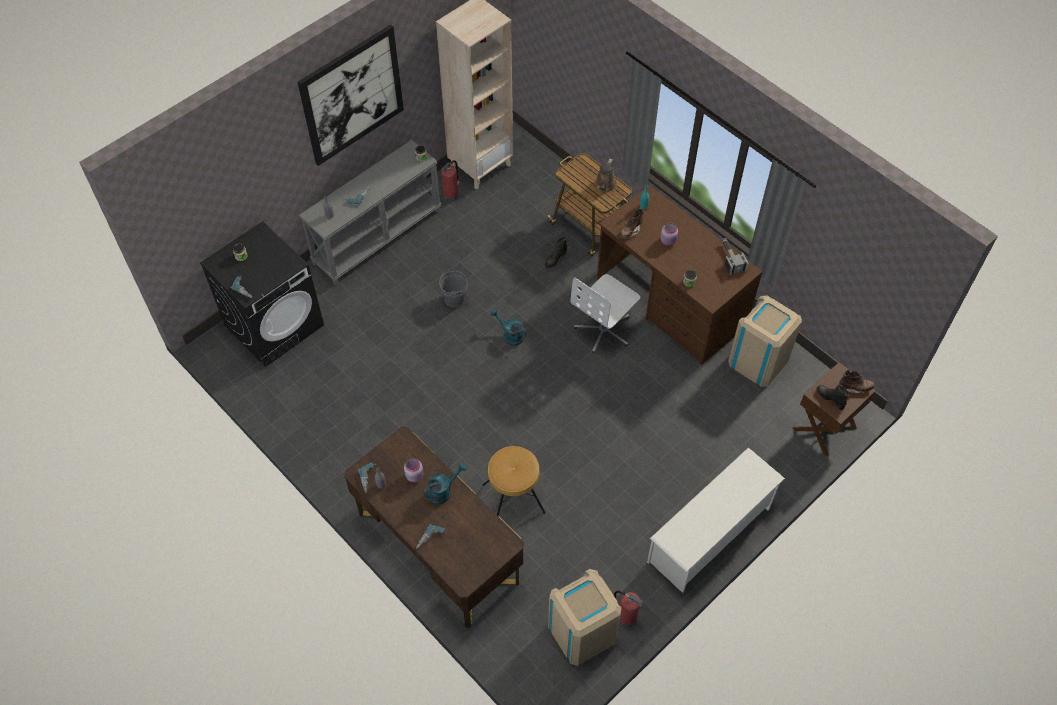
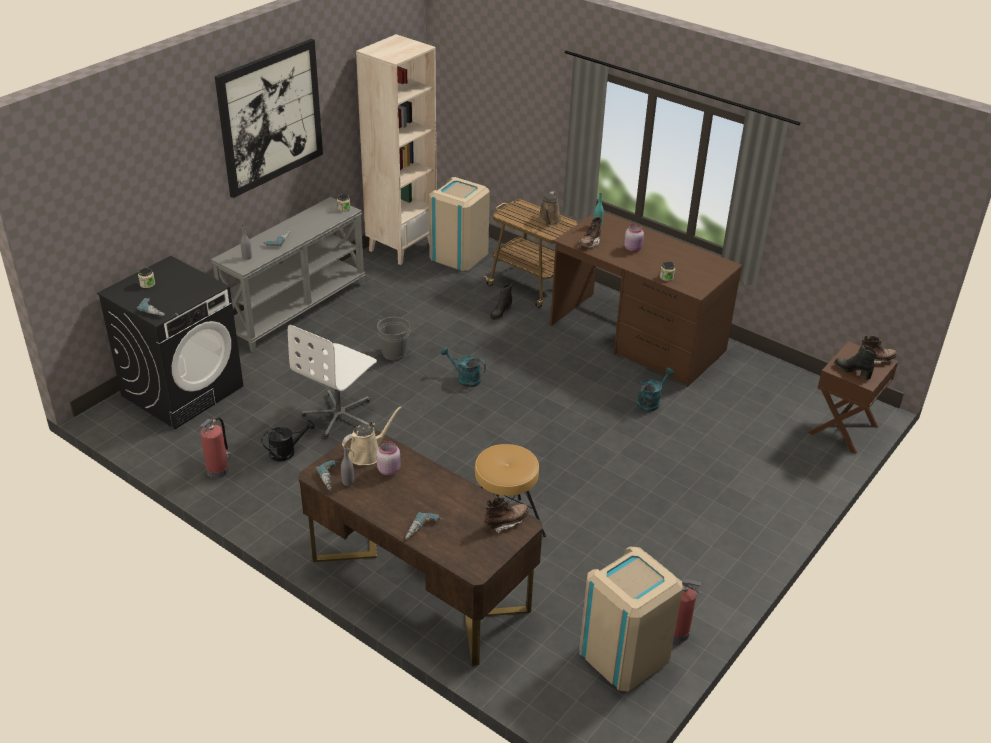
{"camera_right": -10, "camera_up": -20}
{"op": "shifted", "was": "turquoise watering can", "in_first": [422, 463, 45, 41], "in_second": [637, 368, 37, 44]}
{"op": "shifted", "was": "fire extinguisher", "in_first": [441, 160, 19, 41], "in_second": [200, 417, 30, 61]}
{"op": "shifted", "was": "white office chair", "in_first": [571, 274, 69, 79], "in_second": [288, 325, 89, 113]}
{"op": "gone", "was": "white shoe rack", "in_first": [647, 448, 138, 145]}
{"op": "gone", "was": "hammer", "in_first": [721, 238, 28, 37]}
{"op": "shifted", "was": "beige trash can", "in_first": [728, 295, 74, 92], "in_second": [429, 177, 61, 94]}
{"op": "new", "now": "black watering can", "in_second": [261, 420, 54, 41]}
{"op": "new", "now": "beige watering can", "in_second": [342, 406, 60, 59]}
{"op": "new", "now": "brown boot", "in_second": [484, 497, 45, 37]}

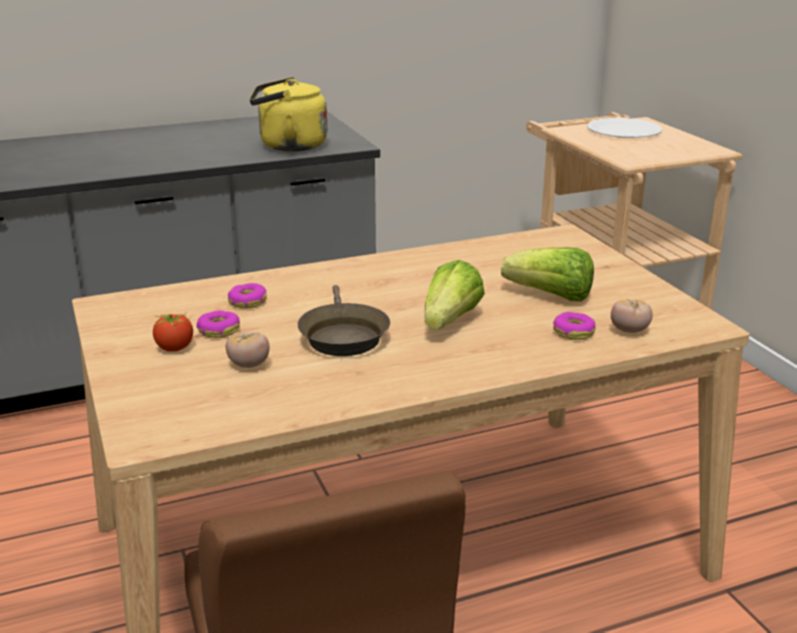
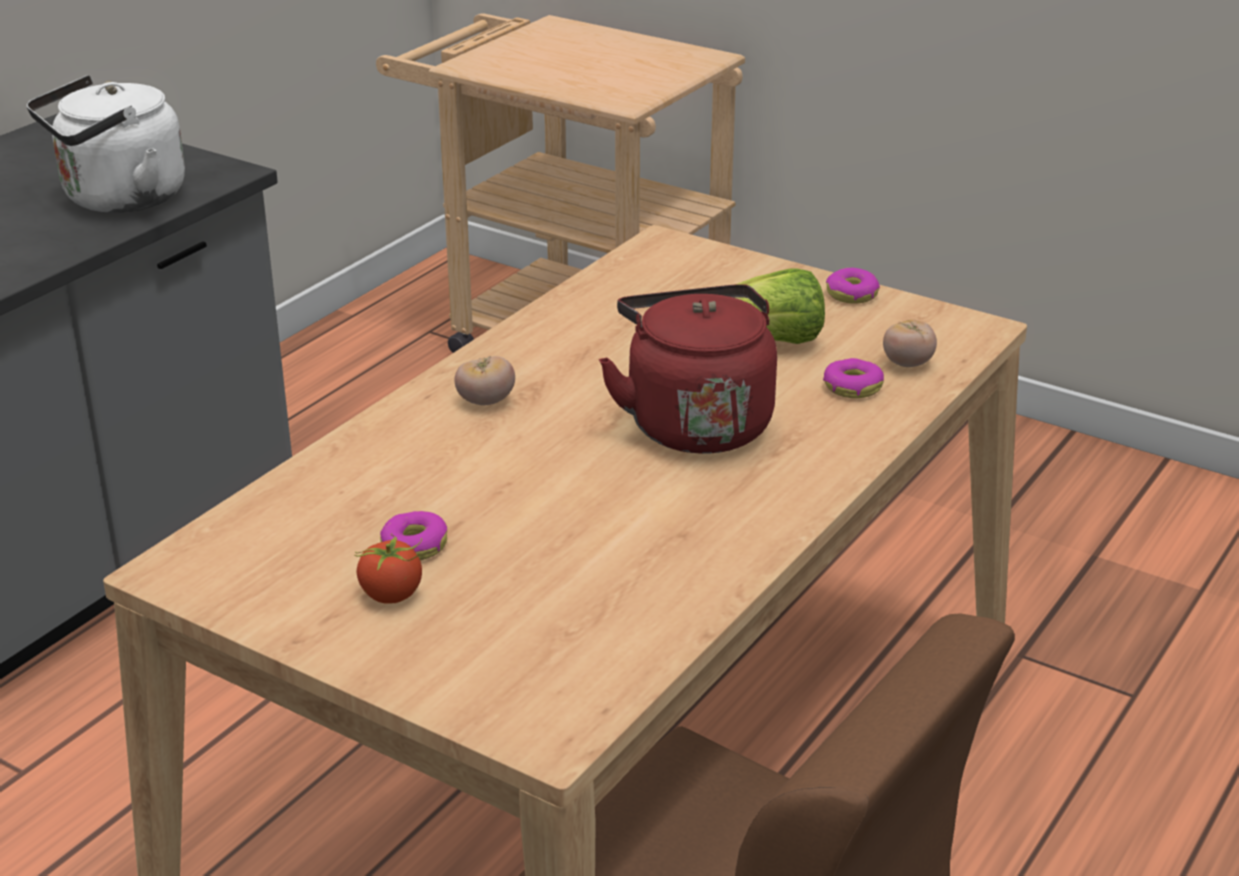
{"camera_right": -35, "camera_up": 5}
{"op": "shifted", "was": "tomato", "in_first": [226, 332, 43, 36], "in_second": [454, 356, 61, 49]}
{"op": "shifted", "was": "donut", "in_first": [228, 283, 39, 26], "in_second": [826, 268, 54, 36]}
{"op": "repainted", "was": "yellow kettle", "now": "white kettle", "in_first": [250, 77, 78, 74], "in_second": [27, 75, 158, 138]}
{"op": "gone", "was": "brown frying pan", "in_first": [298, 285, 92, 71]}
{"op": "swapped", "was": "lettuce", "now": "red kettle", "in_first": [425, 260, 60, 70], "in_second": [599, 284, 178, 170]}
{"op": "gone", "was": "white plate", "in_first": [587, 118, 75, 20]}

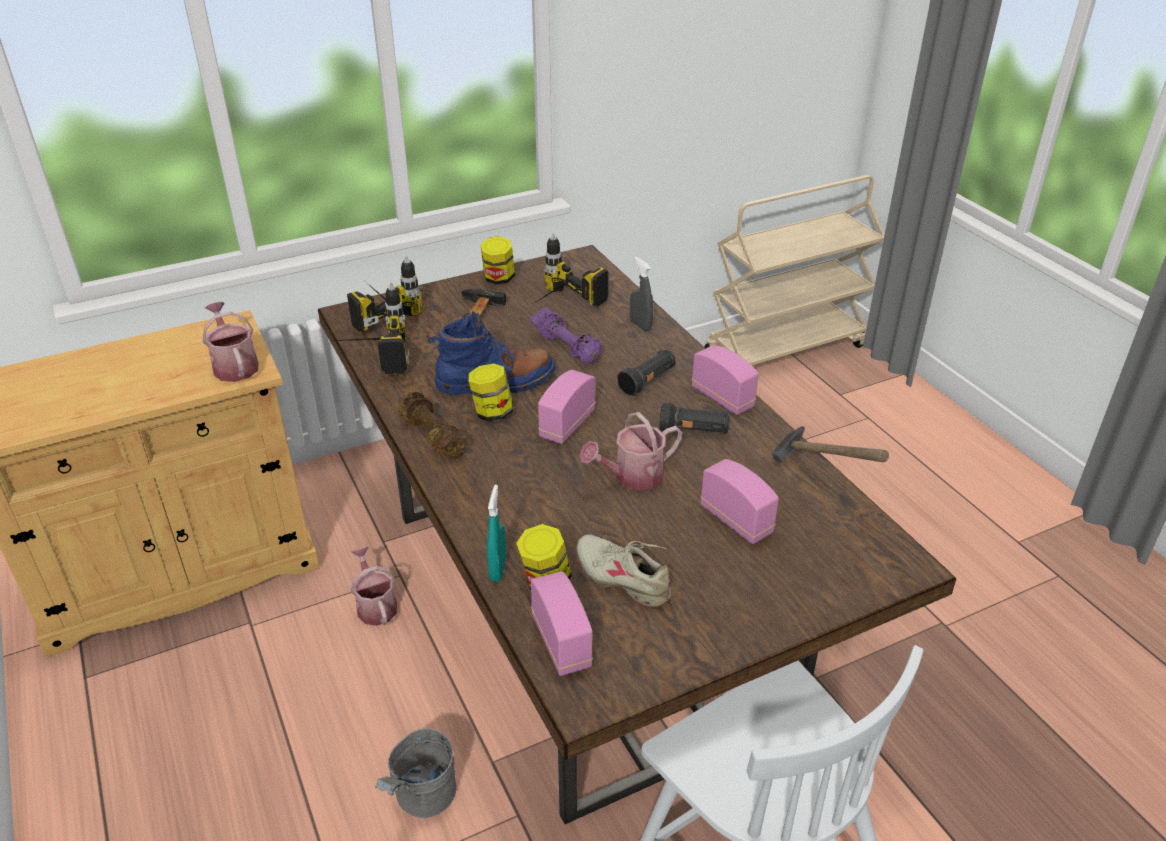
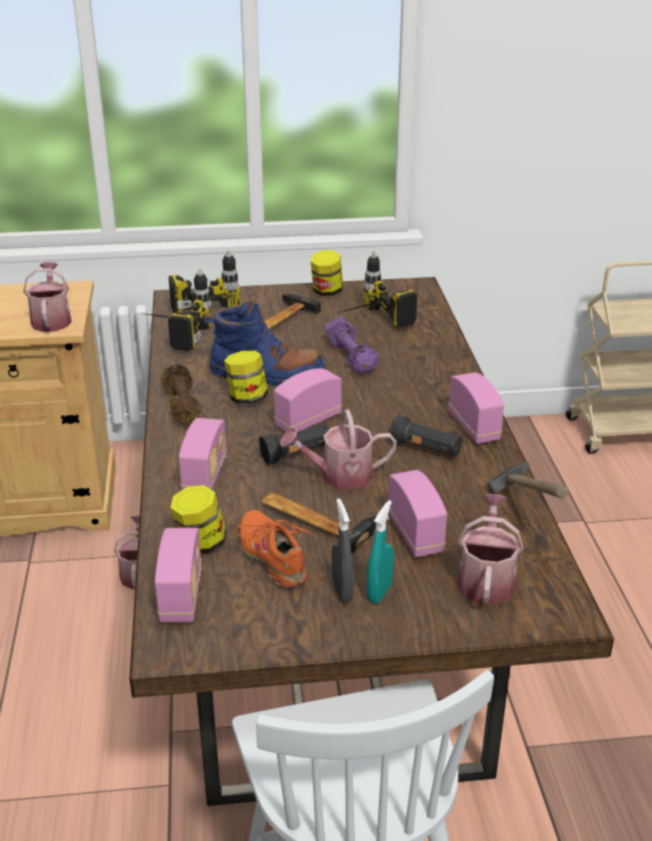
{"camera_right": 20, "camera_up": -5}
{"op": "gone", "was": "grey bucket", "in_first": [375, 728, 81, 90]}
{"op": "shifted", "was": "turquoise spray bottle", "in_first": [487, 485, 19, 97], "in_second": [367, 500, 27, 104]}
{"op": "repainted", "was": "beige shoe", "now": "orange shoe", "in_first": [576, 534, 96, 73], "in_second": [235, 510, 82, 78]}
{"op": "shifted", "was": "black flashlight", "in_first": [617, 350, 59, 46], "in_second": [259, 423, 70, 42]}
{"op": "shifted", "was": "grey spray bottle", "in_first": [630, 257, 23, 74], "in_second": [332, 499, 22, 104]}
{"op": "new", "now": "radio", "in_second": [179, 418, 48, 72]}
{"op": "new", "now": "hammer", "in_second": [262, 492, 114, 61]}
{"op": "new", "now": "watering can", "in_second": [457, 494, 67, 111]}

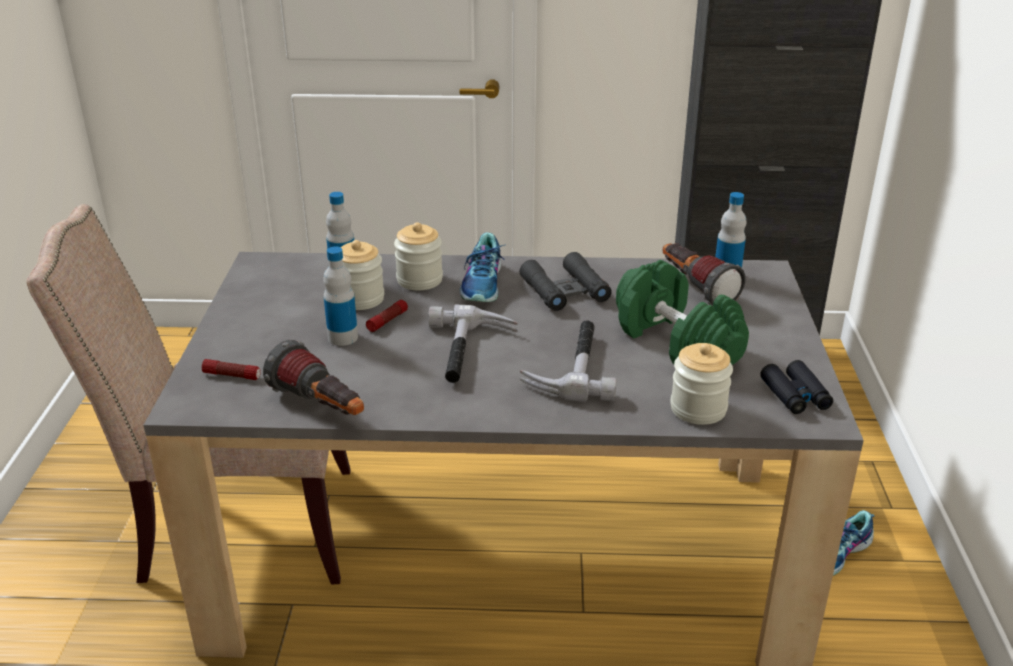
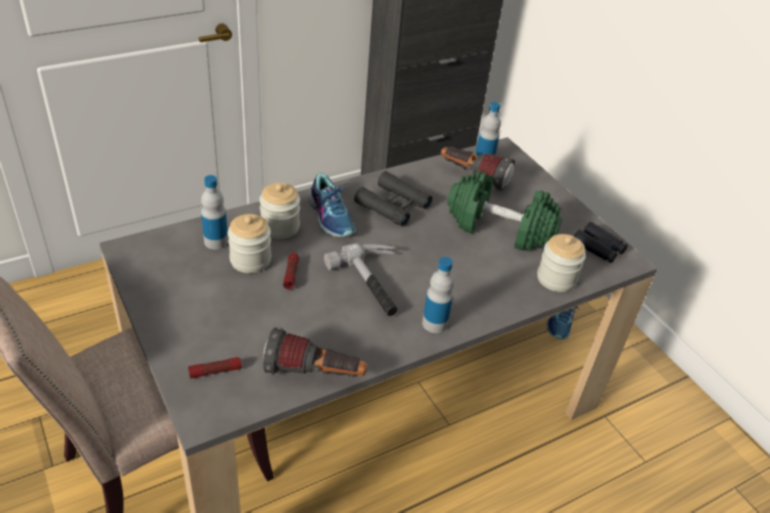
{"camera_right": -35, "camera_up": 10}
{"op": "shifted", "was": "bottle", "in_first": [323, 246, 35, 100], "in_second": [422, 257, 32, 76]}
{"op": "gone", "was": "hammer", "in_first": [519, 320, 98, 82]}

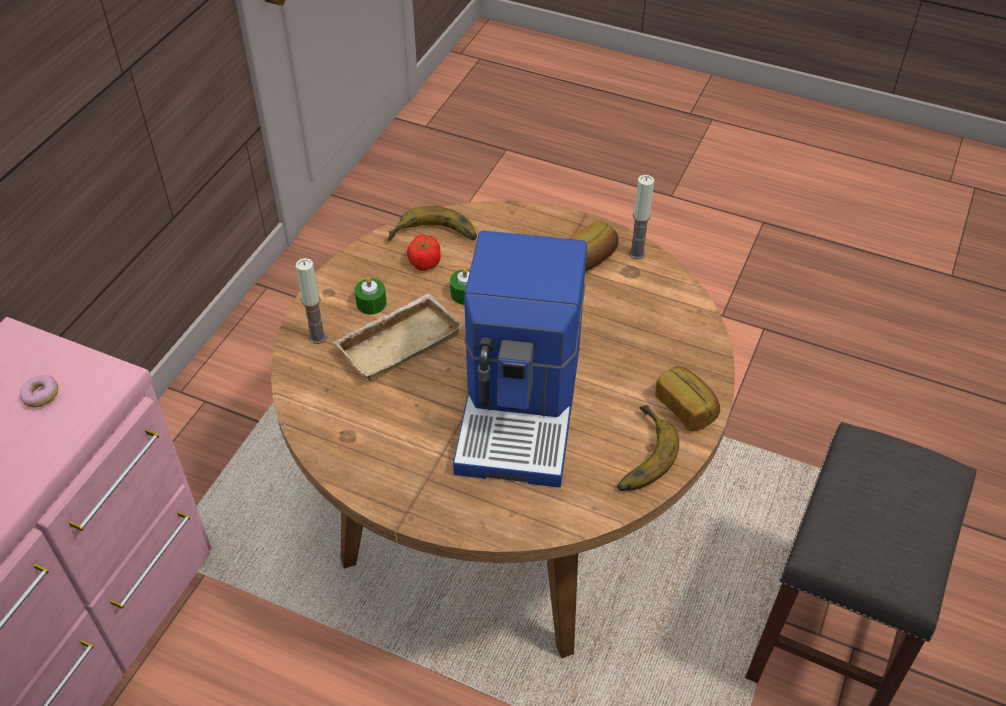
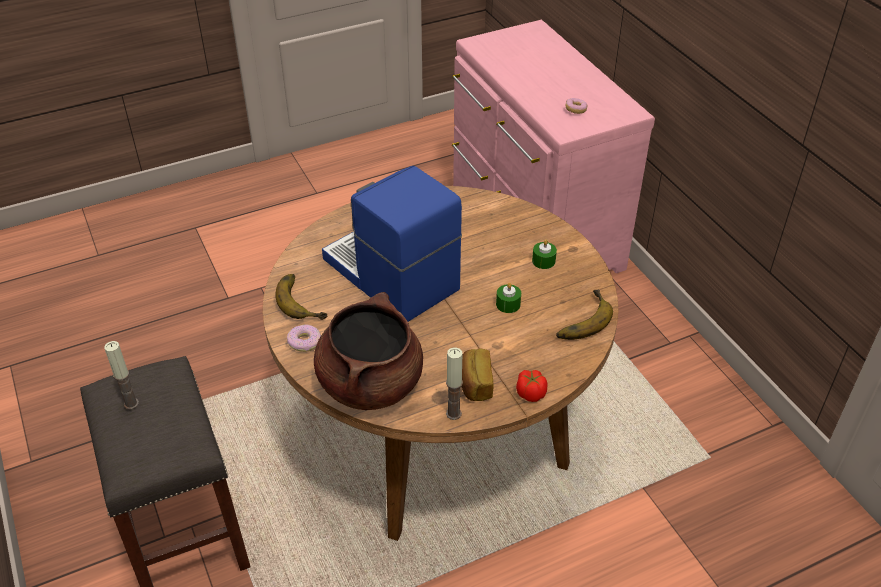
{"camera_right": 130, "camera_up": -5}
{"op": "shifted", "was": "candle", "in_first": [296, 258, 31, 86], "in_second": [104, 341, 35, 69]}
{"op": "gone", "was": "beige tray", "in_first": [333, 293, 130, 88]}
{"op": "shifted", "was": "tomato", "in_first": [407, 234, 34, 37], "in_second": [516, 370, 31, 32]}
{"op": "swapped", "was": "bread", "now": "donut", "in_first": [655, 366, 65, 66], "in_second": [287, 324, 34, 28]}
{"op": "new", "now": "brown cooking pot", "in_second": [314, 292, 109, 118]}

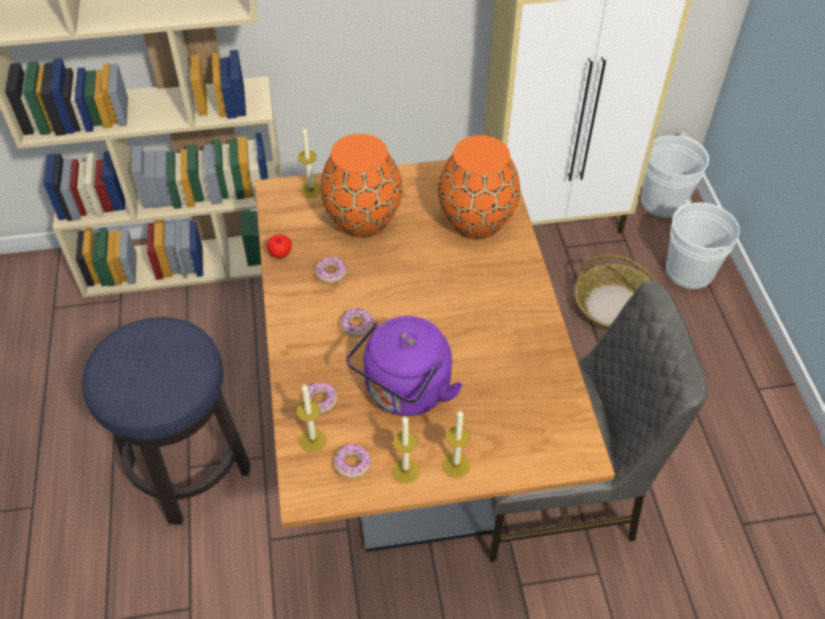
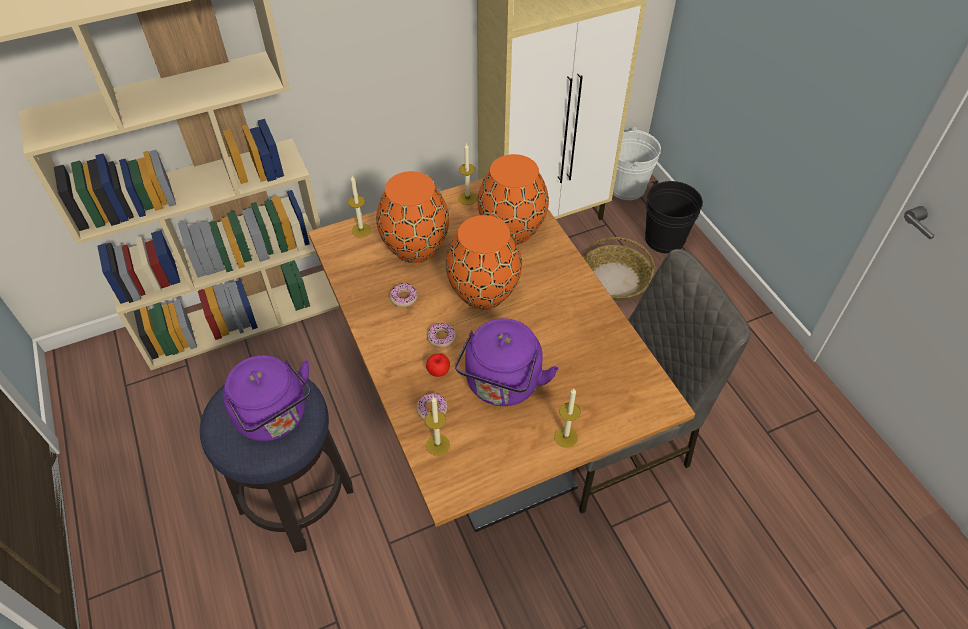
{"camera_right": -15, "camera_up": 0}
{"op": "shifted", "was": "apple", "in_first": [267, 234, 25, 24], "in_second": [426, 354, 24, 23]}
{"op": "gone", "was": "donut", "in_first": [334, 444, 37, 35]}
{"op": "shifted", "was": "candle", "in_first": [392, 416, 27, 67], "in_second": [458, 143, 19, 62]}
{"op": "repainted", "was": "white bucket", "now": "black bucket", "in_first": [666, 200, 74, 89], "in_second": [645, 181, 58, 73]}
{"op": "new", "now": "purple kettle", "in_second": [223, 355, 88, 86]}
{"op": "new", "now": "orange vase", "in_second": [446, 215, 76, 94]}

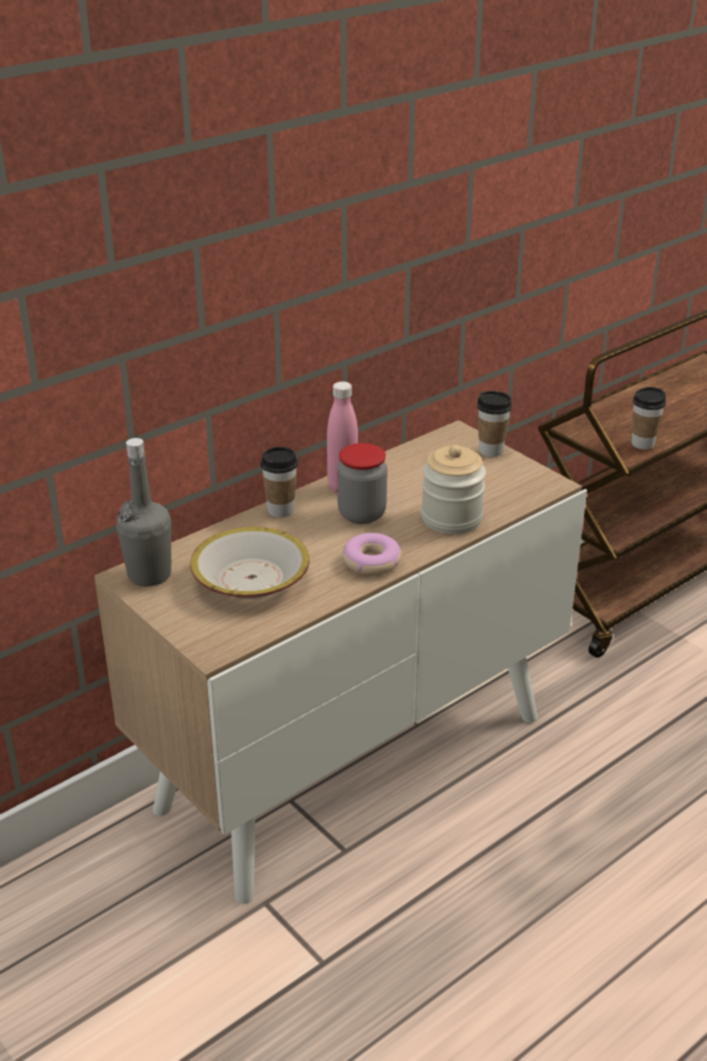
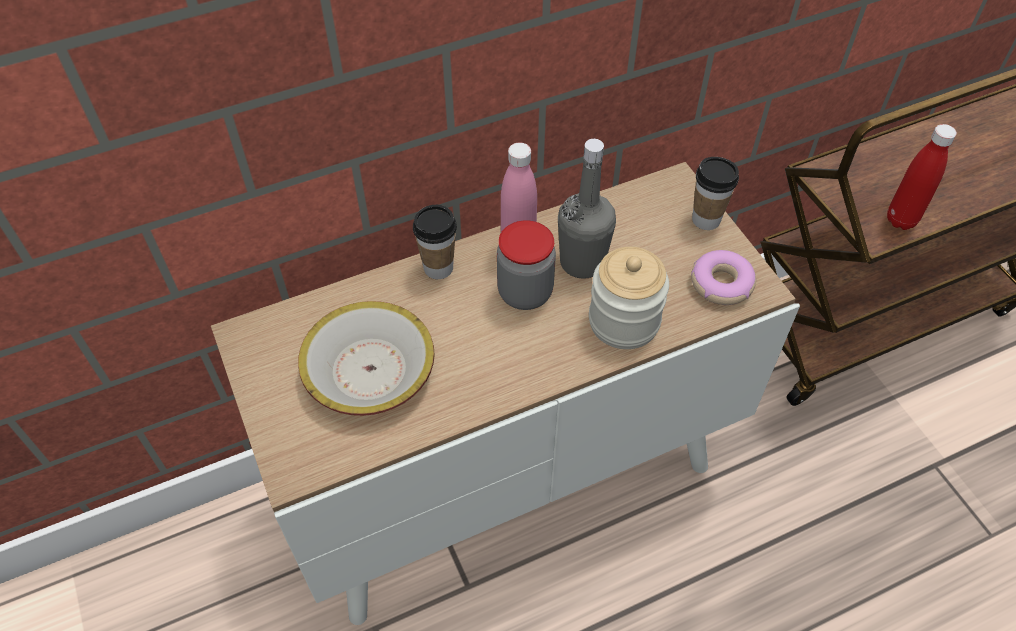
{"camera_right": 15, "camera_up": 20}
{"op": "shifted", "was": "grey bottle", "in_first": [116, 438, 56, 148], "in_second": [558, 139, 58, 140]}
{"op": "shifted", "was": "donut", "in_first": [342, 533, 59, 43], "in_second": [691, 250, 65, 55]}
{"op": "swapped", "was": "cup", "now": "red bottle", "in_first": [632, 387, 34, 63], "in_second": [887, 124, 70, 106]}

